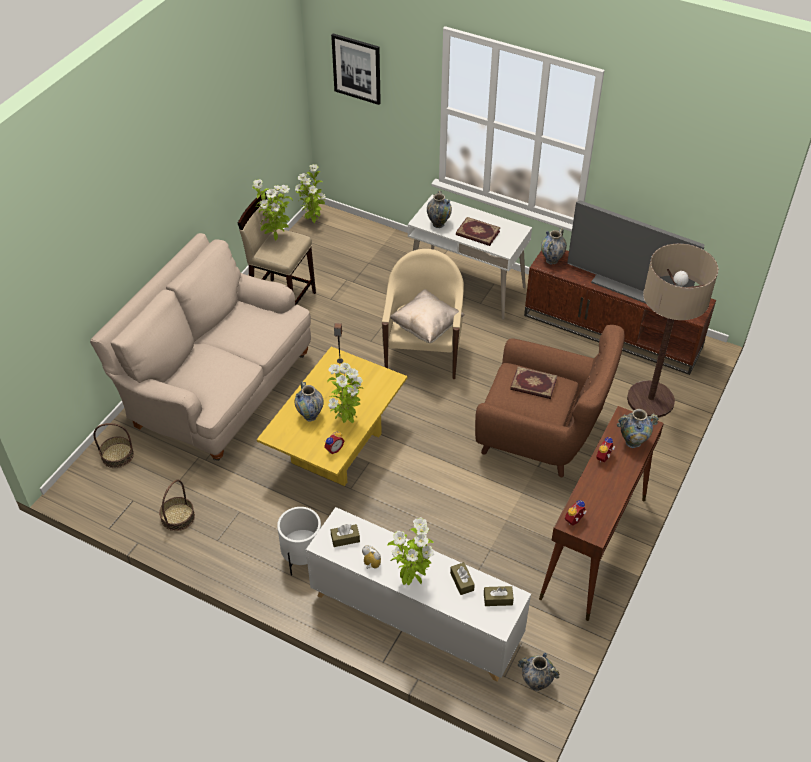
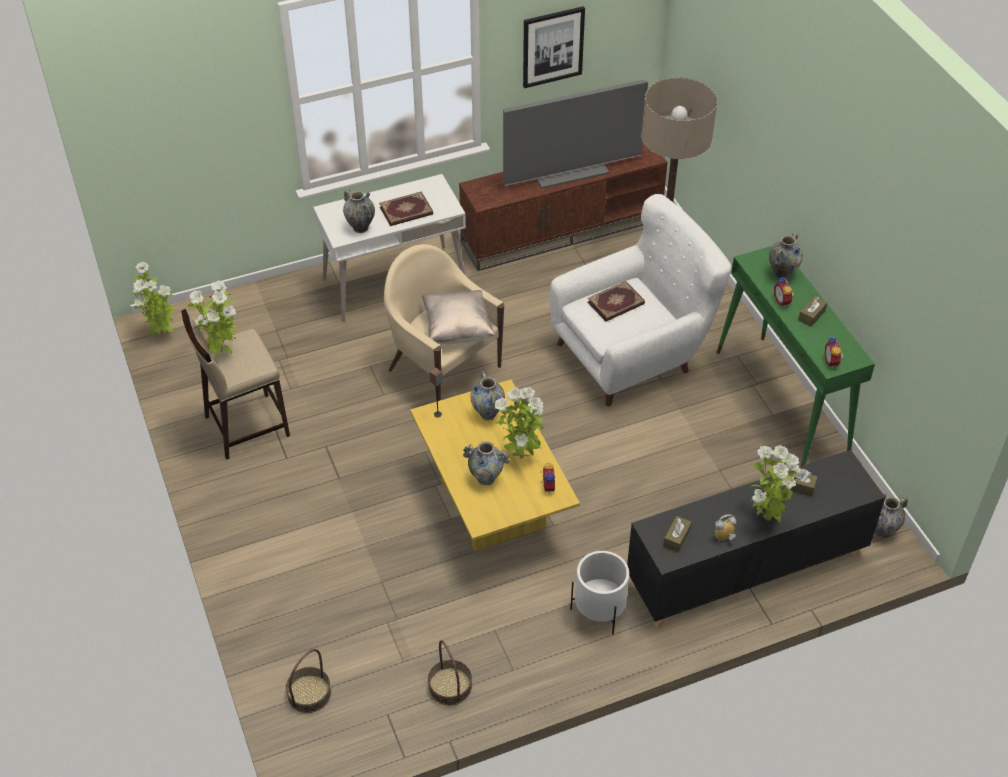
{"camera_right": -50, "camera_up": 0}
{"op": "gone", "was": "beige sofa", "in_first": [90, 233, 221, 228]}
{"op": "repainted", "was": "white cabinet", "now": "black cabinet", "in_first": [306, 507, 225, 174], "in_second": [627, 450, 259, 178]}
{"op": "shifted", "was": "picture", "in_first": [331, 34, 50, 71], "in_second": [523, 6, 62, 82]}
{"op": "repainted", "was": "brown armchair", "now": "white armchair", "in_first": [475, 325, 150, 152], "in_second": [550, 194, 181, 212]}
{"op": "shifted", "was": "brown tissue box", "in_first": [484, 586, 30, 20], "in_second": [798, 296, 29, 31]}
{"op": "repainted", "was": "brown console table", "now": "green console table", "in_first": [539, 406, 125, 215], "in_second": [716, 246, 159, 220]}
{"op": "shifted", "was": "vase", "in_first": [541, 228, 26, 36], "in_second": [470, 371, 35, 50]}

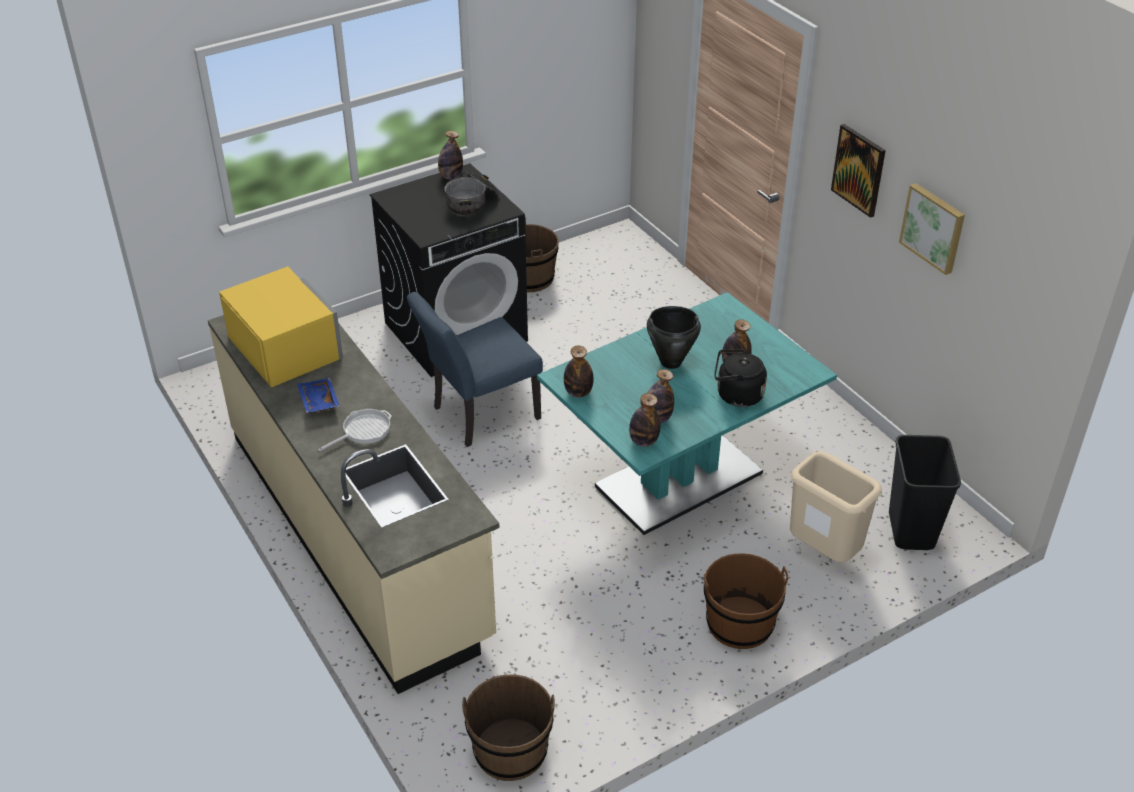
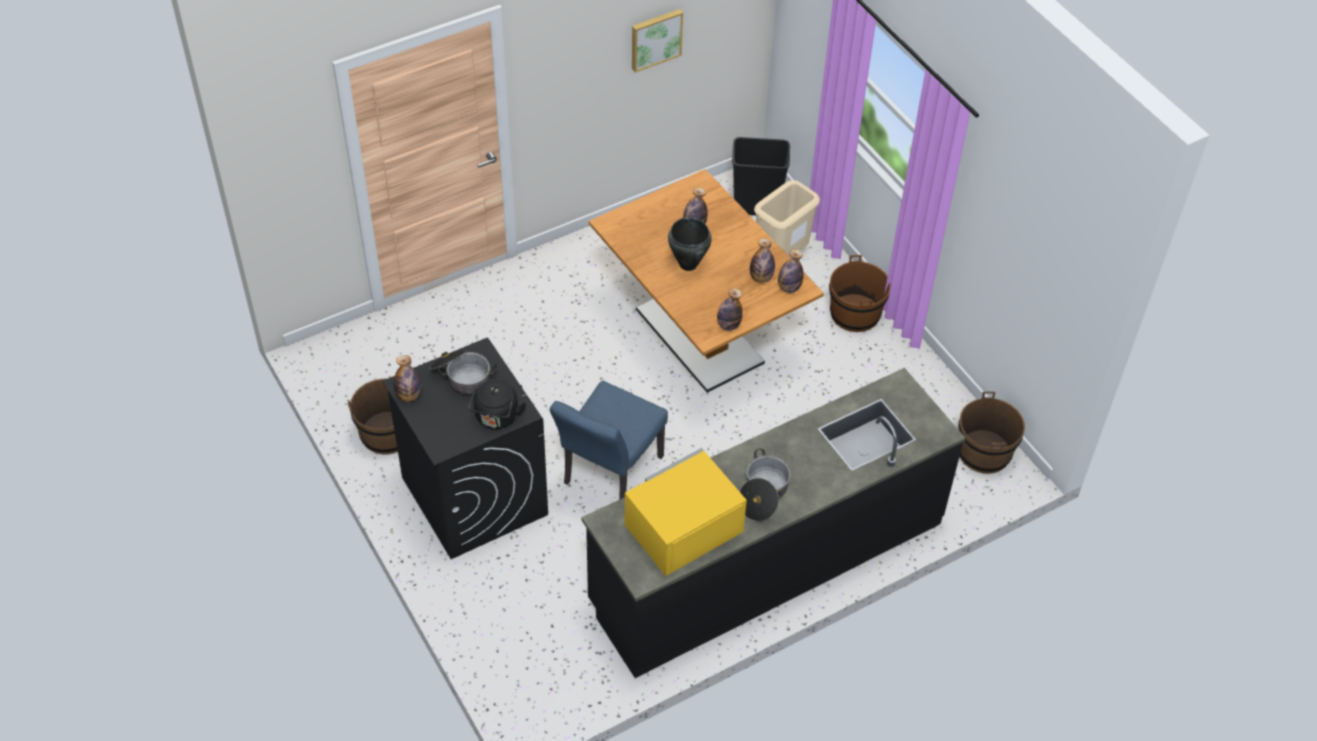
{"camera_right": -90, "camera_up": 10}
{"op": "repainted", "was": "beige counter", "now": "black counter", "in_first": [208, 315, 291, 379], "in_second": [581, 368, 385, 310]}
{"op": "swapped", "was": "blue tray", "now": "cooking pot", "in_first": [297, 378, 43, 35], "in_second": [739, 448, 52, 73]}
{"op": "gone", "was": "frying pan", "in_first": [318, 409, 74, 43]}
{"op": "rotated", "was": "blue chair", "in_first": [407, 292, 136, 155], "in_second": [550, 381, 118, 119], "clockwise": 60}
{"op": "repainted", "was": "turquoise dining table", "now": "brown dining table", "in_first": [537, 292, 300, 243], "in_second": [589, 169, 235, 224]}
{"op": "shifted", "was": "black kettle", "in_first": [714, 349, 53, 58], "in_second": [468, 379, 59, 50]}
{"op": "gone", "was": "picture", "in_first": [831, 124, 55, 94]}

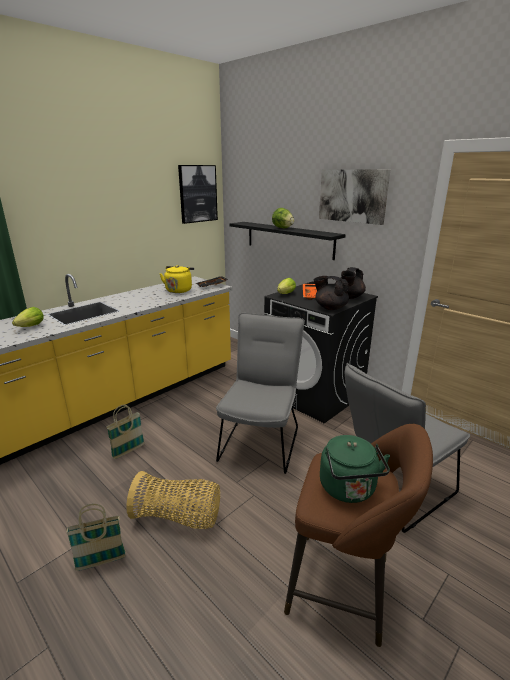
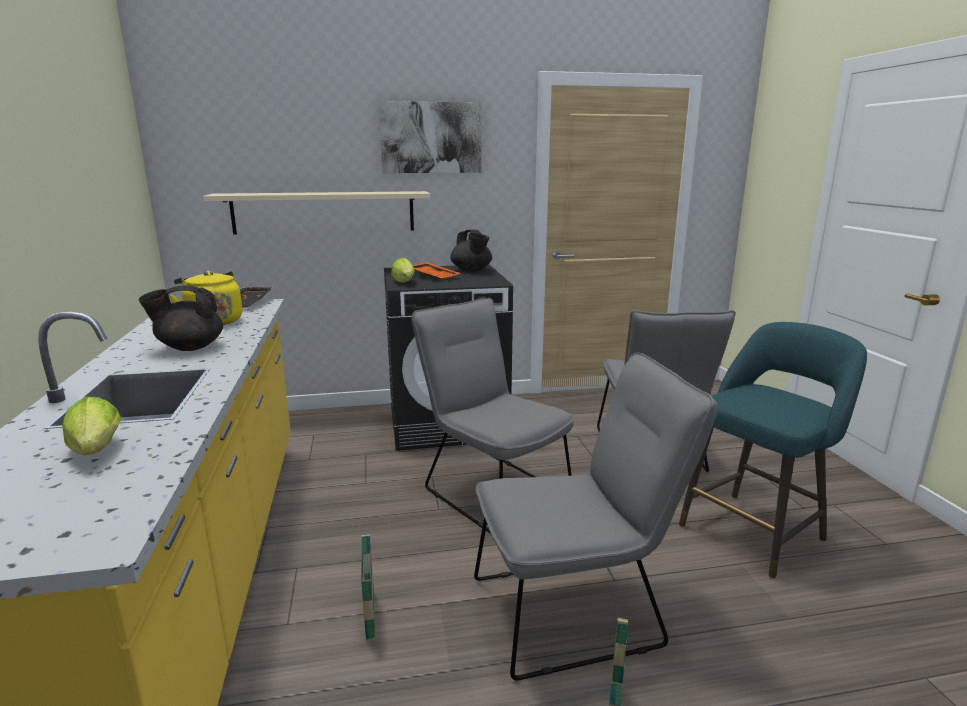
{"camera_right": -55, "camera_up": -5}
{"op": "swapped", "was": "basket", "now": "grey chair", "in_first": [126, 471, 94, 58], "in_second": [474, 353, 244, 327]}
{"op": "gone", "was": "picture", "in_first": [178, 165, 40, 59]}
{"op": "repainted", "was": "black shelf", "now": "beige shelf", "in_first": [230, 222, 116, 38], "in_second": [203, 191, 227, 43]}
{"op": "gone", "was": "lettuce", "in_first": [272, 208, 23, 20]}
{"op": "repainted", "was": "brown stool", "now": "turquoise stool", "in_first": [284, 424, 149, 223], "in_second": [679, 322, 188, 257]}
{"op": "shifted", "was": "black teapot", "in_first": [314, 276, 35, 34], "in_second": [139, 286, 84, 65]}
{"op": "gone", "was": "green kettle", "in_first": [320, 435, 70, 68]}

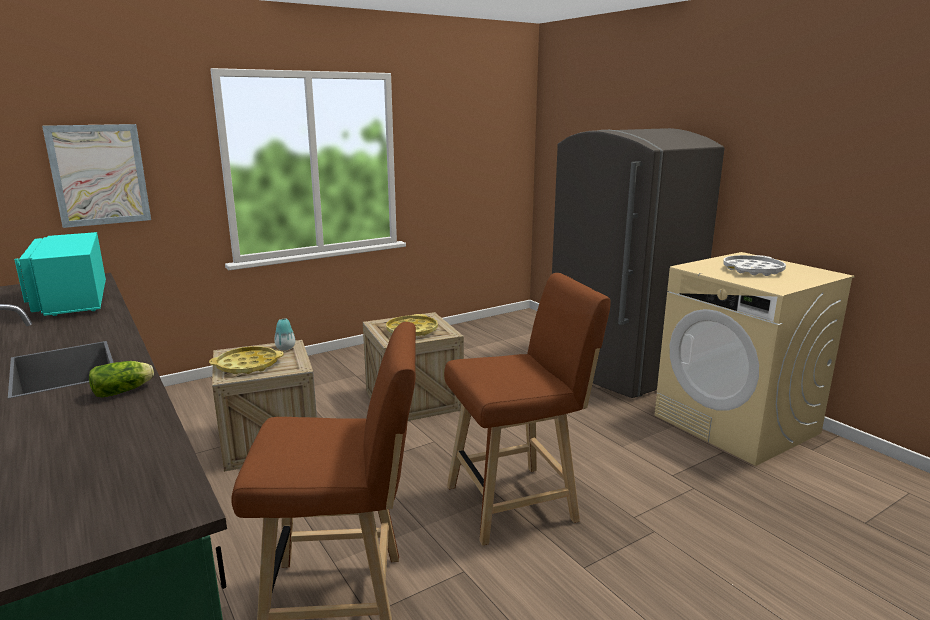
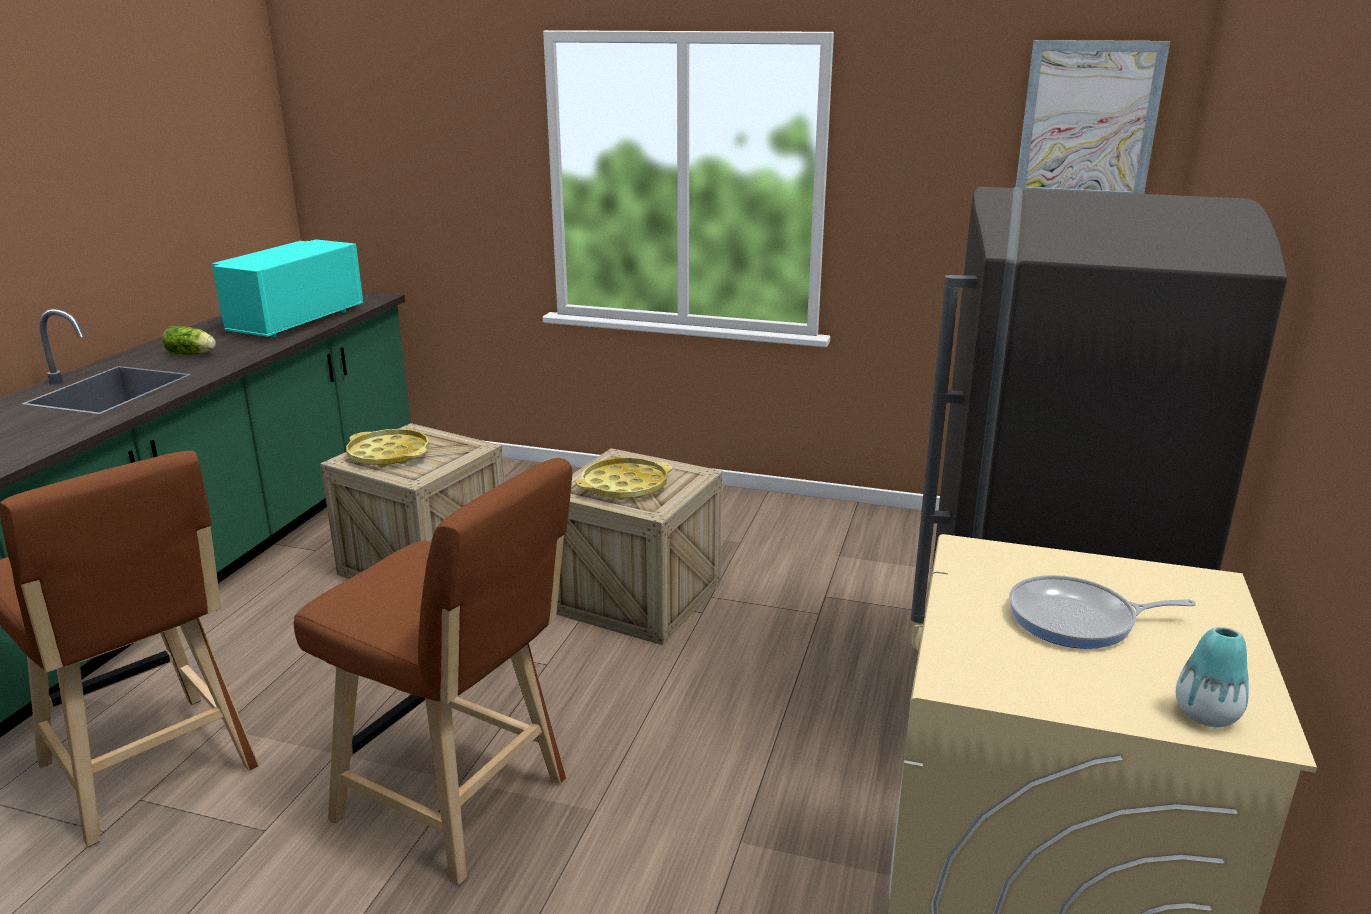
{"camera_right": 50, "camera_up": 5}
{"op": "shifted", "was": "picture", "in_first": [42, 124, 109, 104], "in_second": [1016, 40, 154, 154]}
{"op": "shifted", "was": "lettuce", "in_first": [89, 361, 65, 37], "in_second": [162, 326, 54, 29]}
{"op": "shifted", "was": "vase", "in_first": [274, 319, 21, 31], "in_second": [1176, 627, 73, 100]}
{"op": "swapped", "was": "white tray", "now": "frying pan", "in_first": [723, 255, 63, 21], "in_second": [1009, 575, 187, 74]}

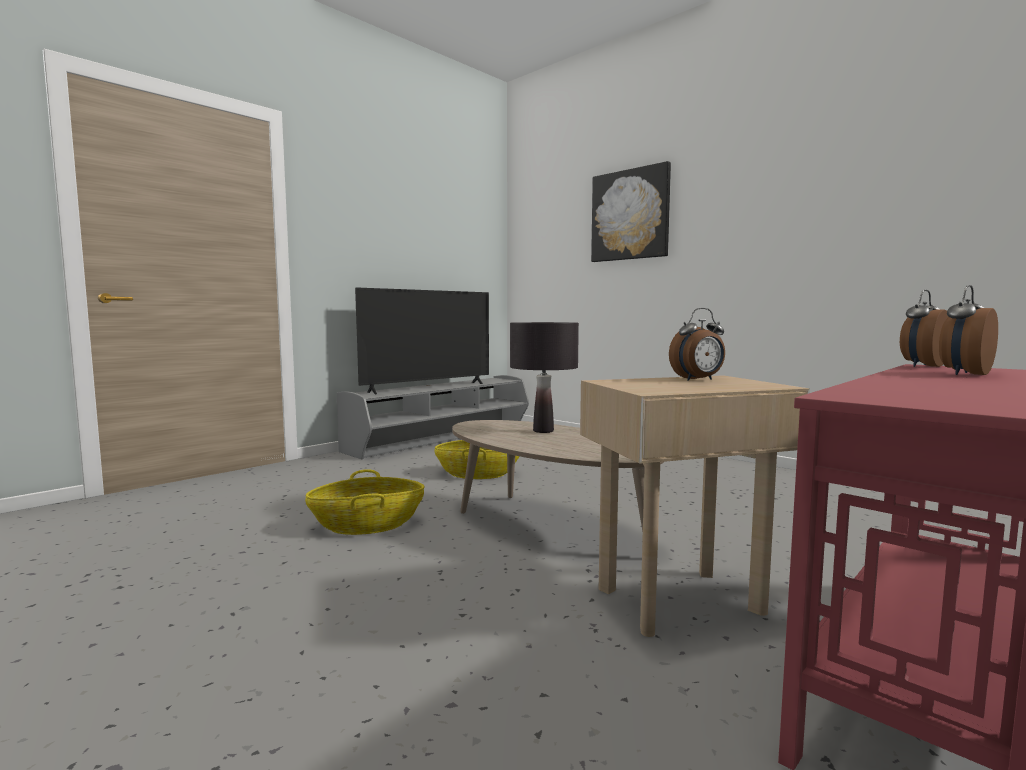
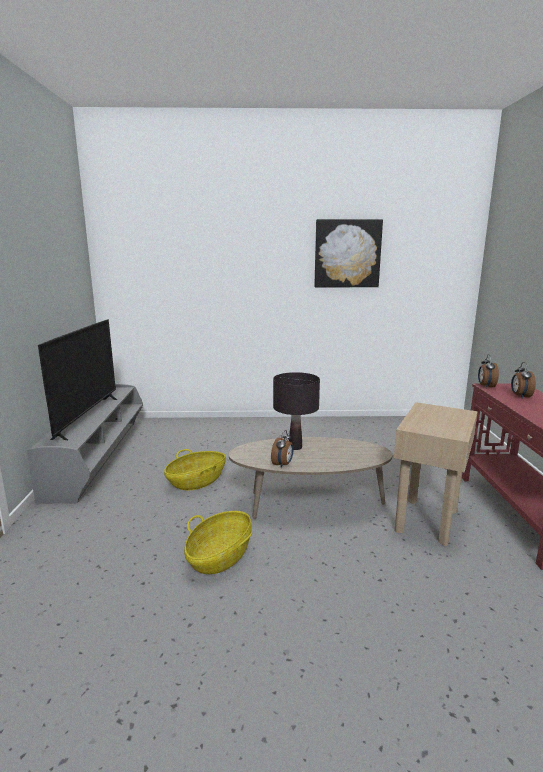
{"camera_right": -45, "camera_up": 10}
{"op": "shifted", "was": "picture", "in_first": [591, 161, 80, 101], "in_second": [314, 219, 69, 68]}
{"op": "shifted", "was": "alarm clock", "in_first": [669, 308, 56, 73], "in_second": [271, 430, 22, 38]}

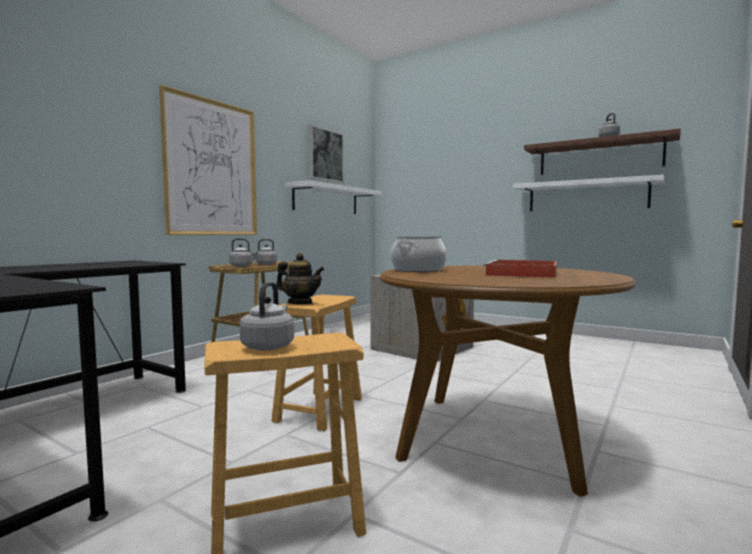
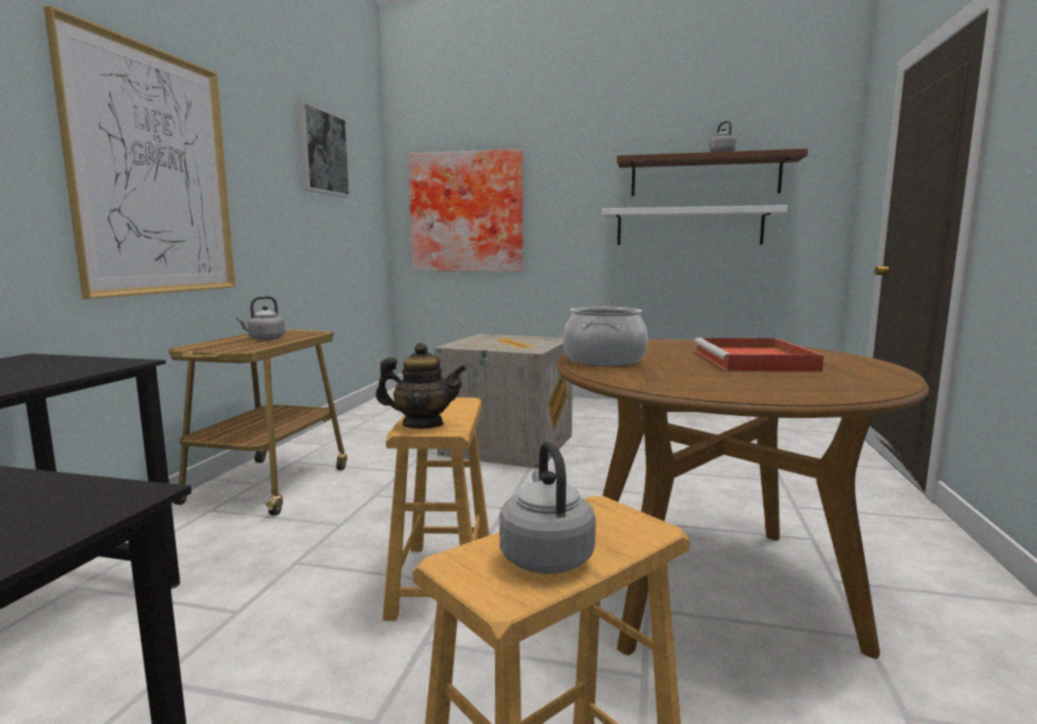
{"camera_right": -20, "camera_up": 5}
{"op": "gone", "was": "grey kettle", "in_first": [229, 238, 29, 29]}
{"op": "gone", "was": "white shelf", "in_first": [285, 181, 96, 33]}
{"op": "new", "now": "picture", "in_second": [409, 149, 114, 123]}

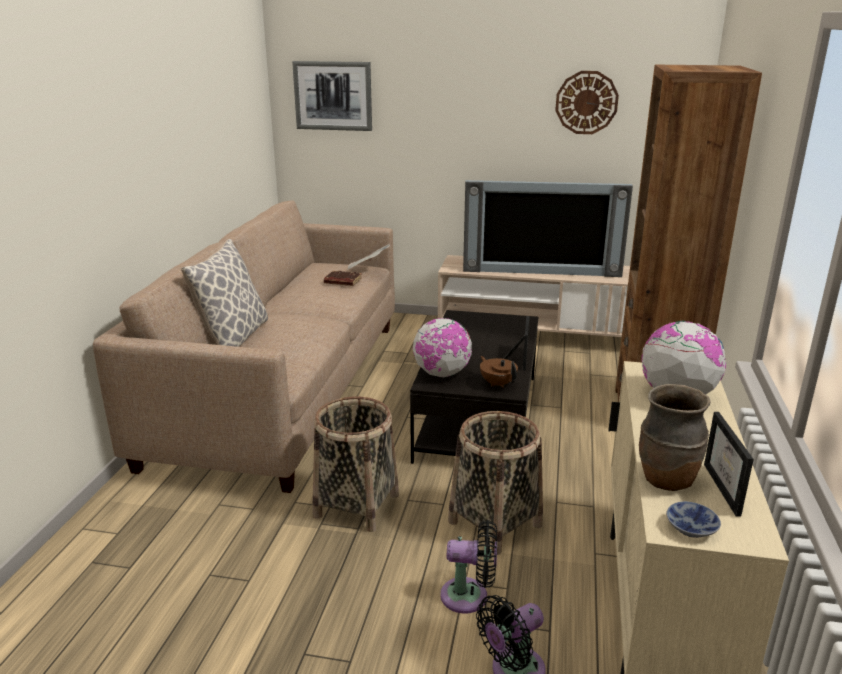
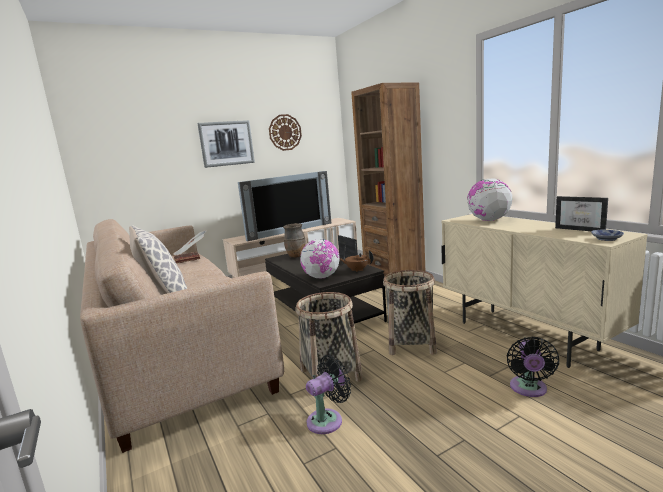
{"camera_right": -40, "camera_up": -10}
{"op": "shifted", "was": "picture", "in_first": [292, 61, 80, 70], "in_second": [197, 120, 58, 48]}
{"op": "shifted", "was": "black fan", "in_first": [440, 520, 57, 93], "in_second": [306, 355, 45, 79]}
{"op": "shifted", "was": "brown vase", "in_first": [639, 384, 72, 107], "in_second": [283, 223, 22, 35]}

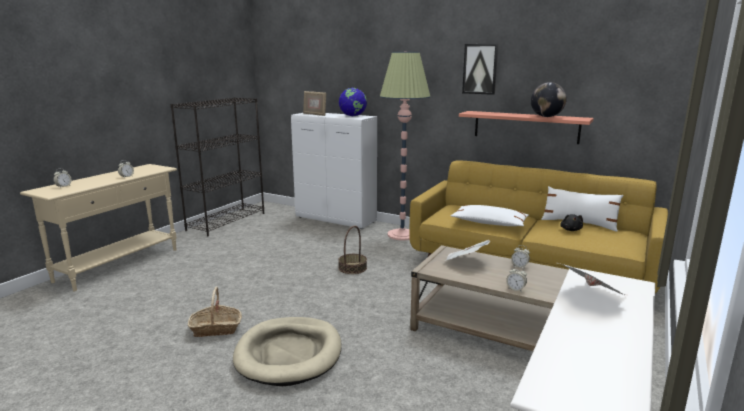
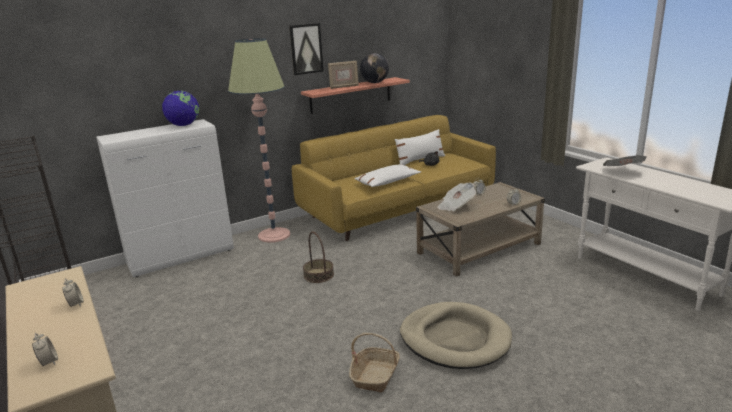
{"camera_right": -60, "camera_up": 5}
{"op": "shifted", "was": "picture frame", "in_first": [303, 91, 23, 25], "in_second": [328, 60, 31, 29]}

